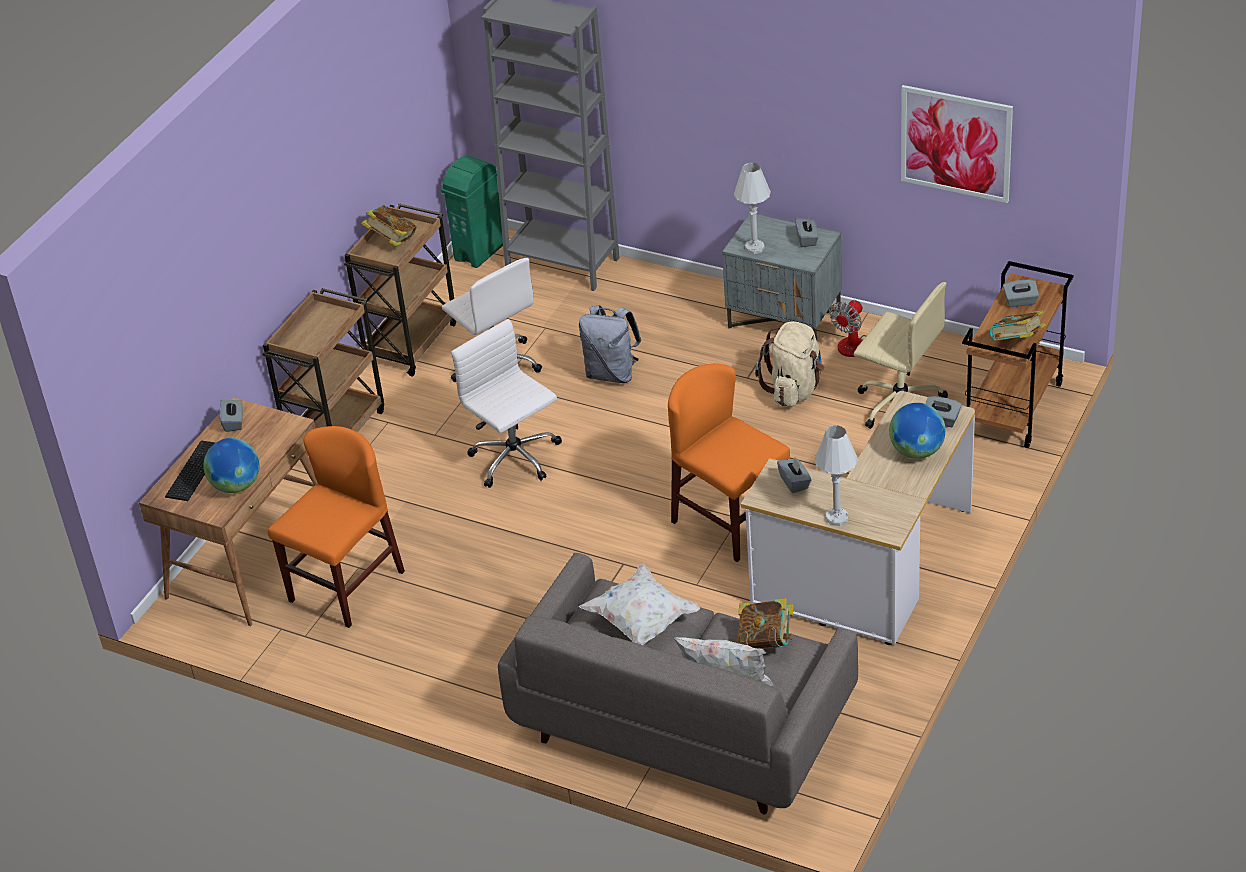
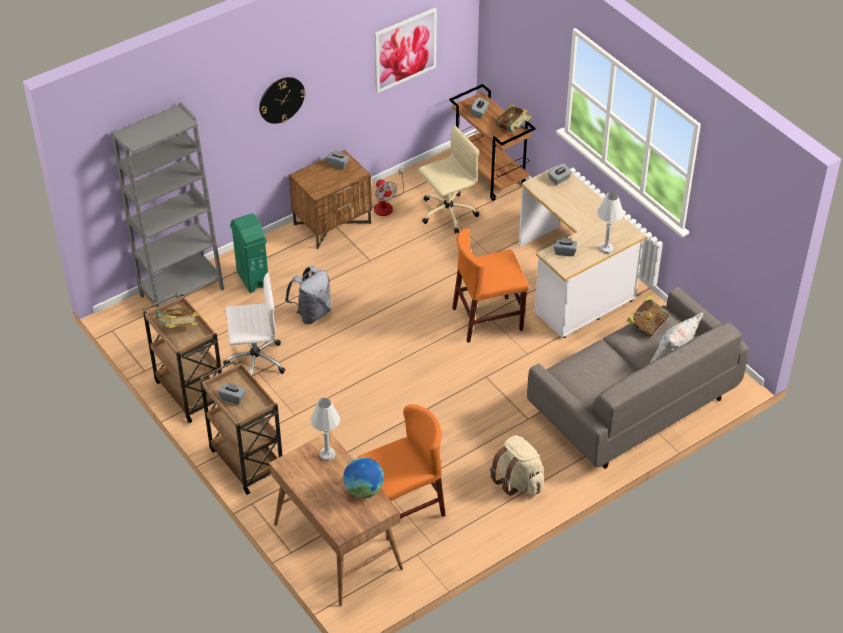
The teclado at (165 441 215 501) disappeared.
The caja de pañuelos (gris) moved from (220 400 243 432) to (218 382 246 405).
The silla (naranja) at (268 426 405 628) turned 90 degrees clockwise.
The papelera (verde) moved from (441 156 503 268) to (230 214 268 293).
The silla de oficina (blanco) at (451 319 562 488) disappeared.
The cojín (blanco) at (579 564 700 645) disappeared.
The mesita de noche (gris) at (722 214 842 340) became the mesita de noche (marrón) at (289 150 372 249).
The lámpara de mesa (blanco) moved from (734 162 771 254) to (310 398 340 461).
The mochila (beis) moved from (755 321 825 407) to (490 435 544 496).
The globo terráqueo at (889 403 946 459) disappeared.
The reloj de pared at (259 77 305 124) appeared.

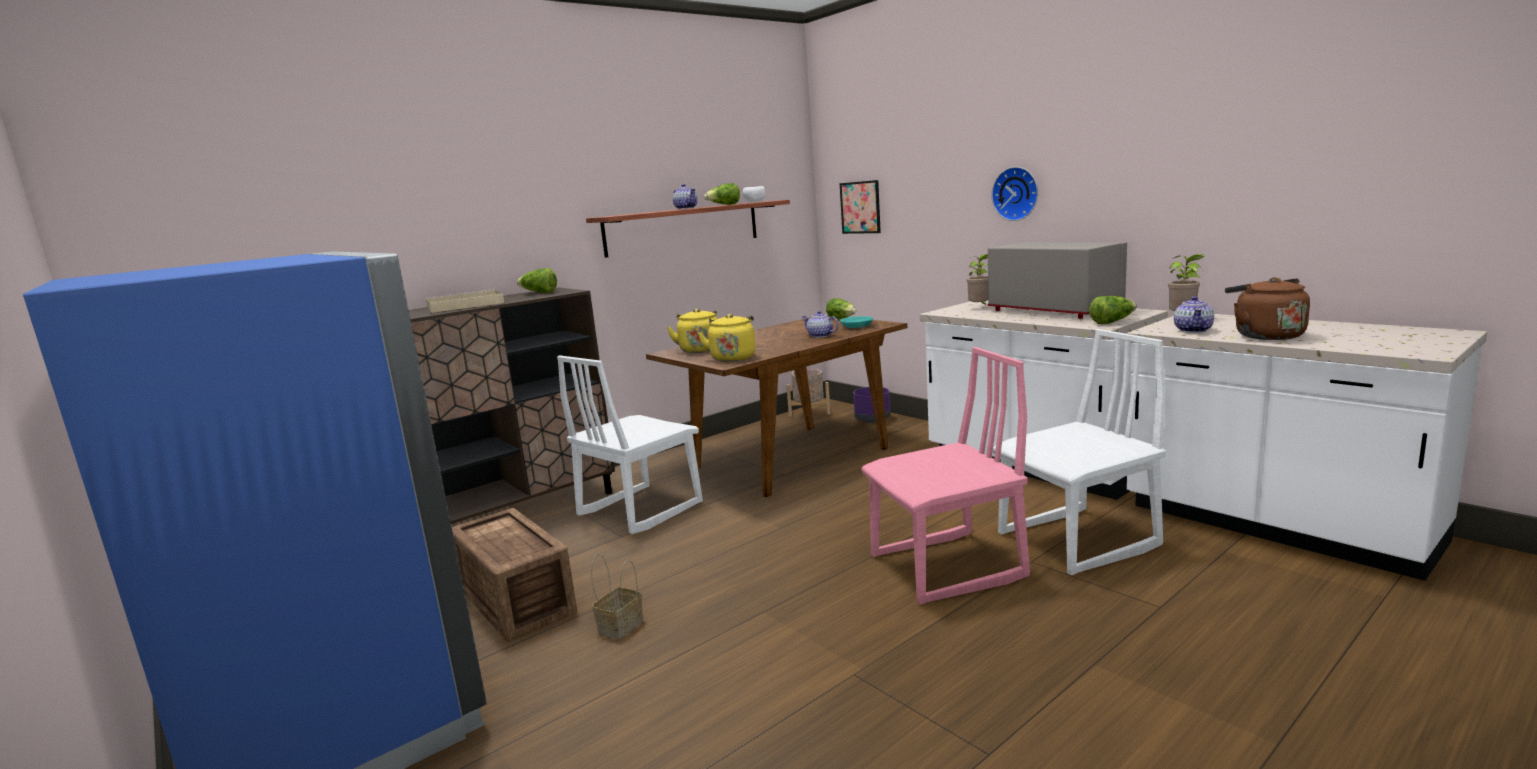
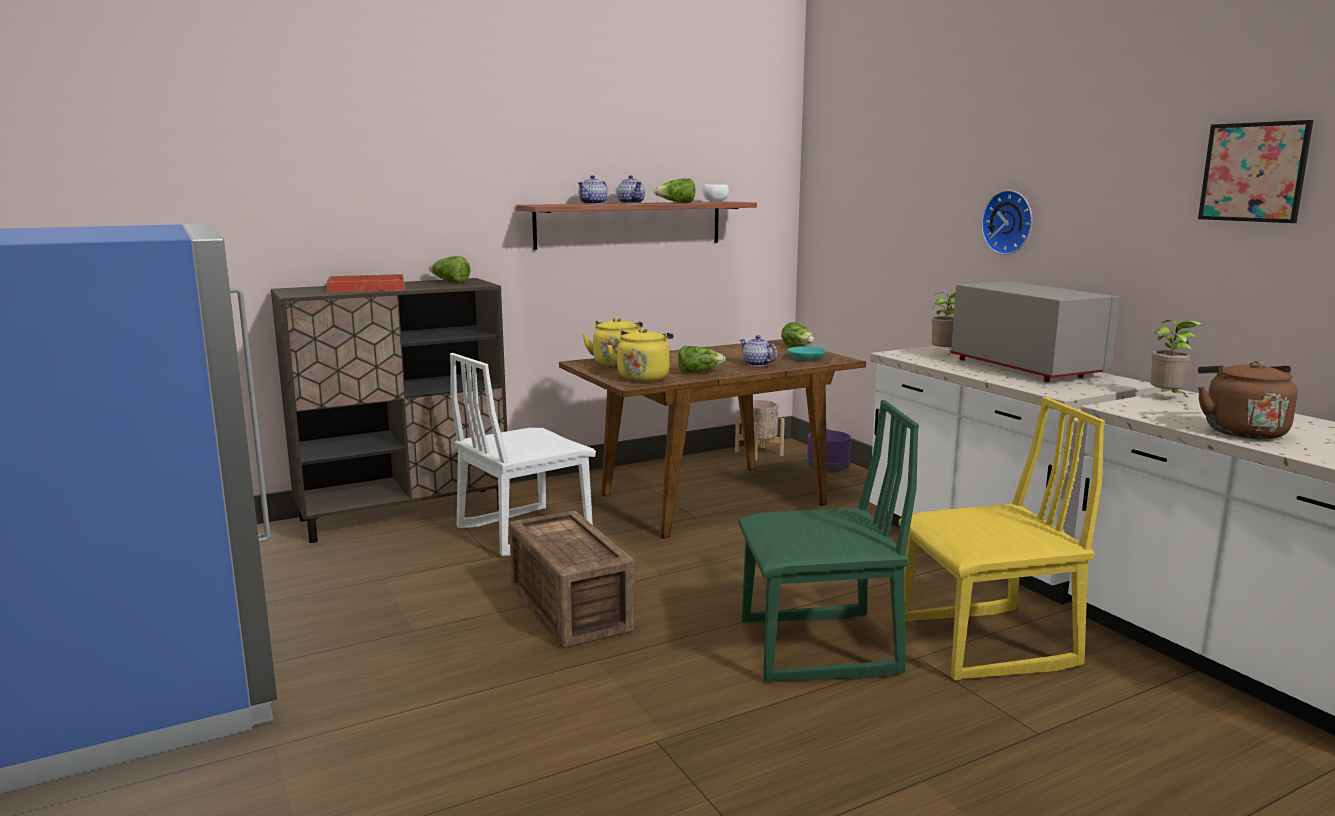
The bandeja (beis) at (426 289 504 313) became the bandeja (rojo) at (327 274 405 293).
The caja de embalaje moved from (452 508 577 642) to (509 511 634 648).
The cesta at (591 553 643 639) disappeared.
The cuadro moved from (840 180 881 234) to (1198 120 1313 223).
The silla (rosa) at (861 347 1030 605) became the silla (verde) at (738 400 919 682).
The silla (blanco) at (993 329 1166 575) became the silla (amarillo) at (898 397 1105 681).
The lechuga moved from (1089 296 1137 324) to (678 346 726 373).
The tetera moved from (1174 296 1214 333) to (578 175 608 204).

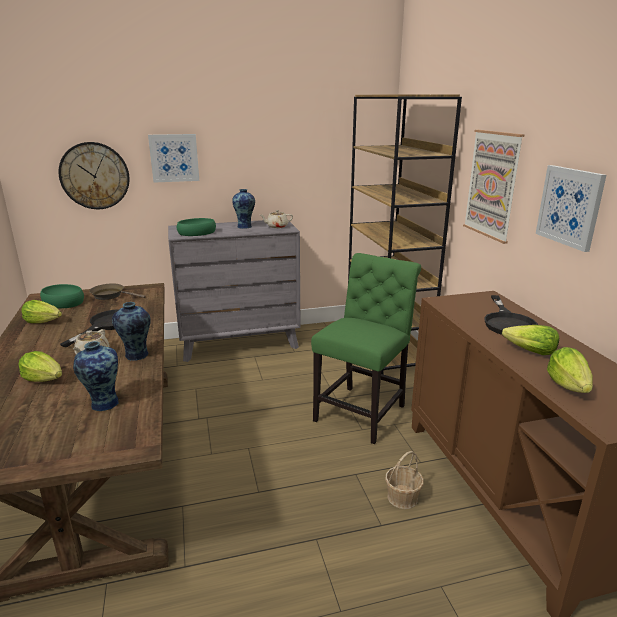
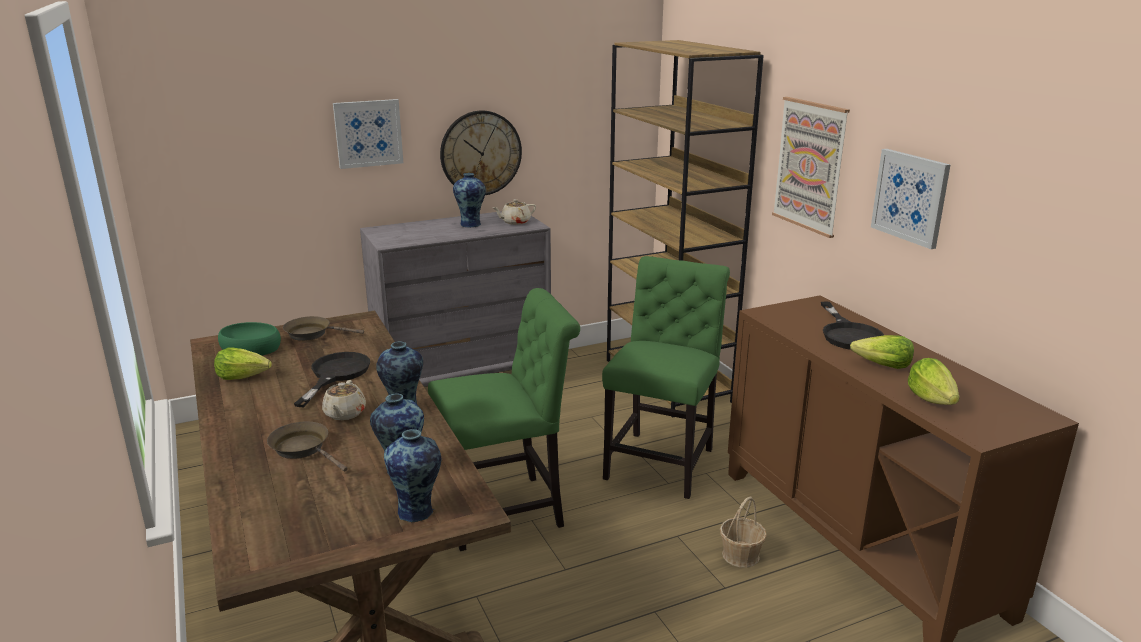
The lechuga at (18 351 62 382) was replaced by the sartén (marrón) at (267 422 348 472).
The reloj de pared moved from (58 142 129 209) to (440 111 522 195).
The cuenco (verde) at (177 218 216 236) disappeared.
The florero at (384 429 441 522) appeared.
The silla (verde) at (428 288 580 551) appeared.

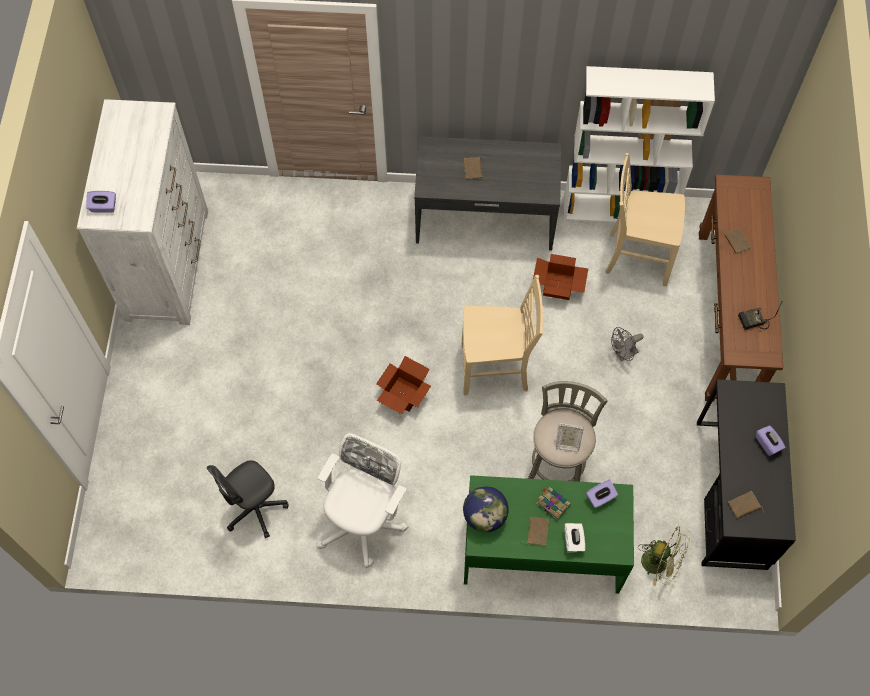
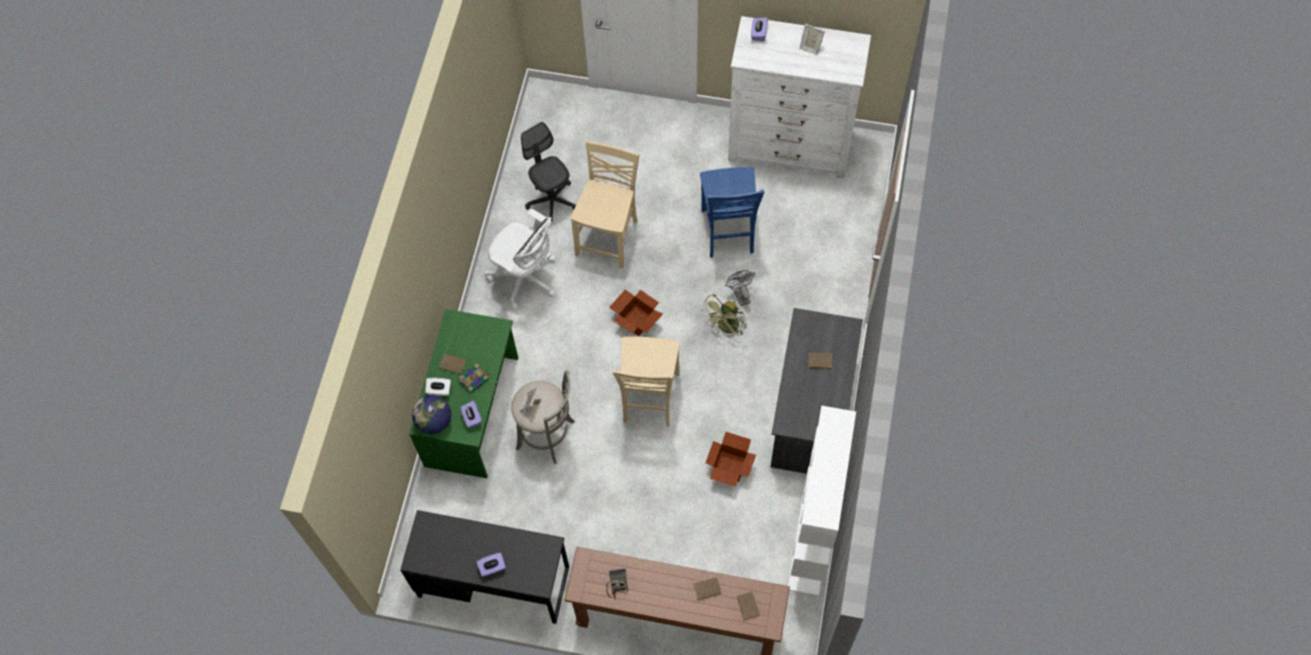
The globo terráqueo moved from (463 486 509 532) to (412 395 451 434).
The silla (beis) moved from (605 153 685 286) to (570 140 639 268).
The ventilador (gris) moved from (611 327 643 361) to (725 270 755 306).
The ventilador (verde) moved from (638 526 690 586) to (701 294 747 338).
The libro (marrón) moved from (728 491 764 518) to (736 591 760 621).
The silla (azul) at (700 167 764 258) appeared.
The portarretratos at (800 24 825 55) appeared.

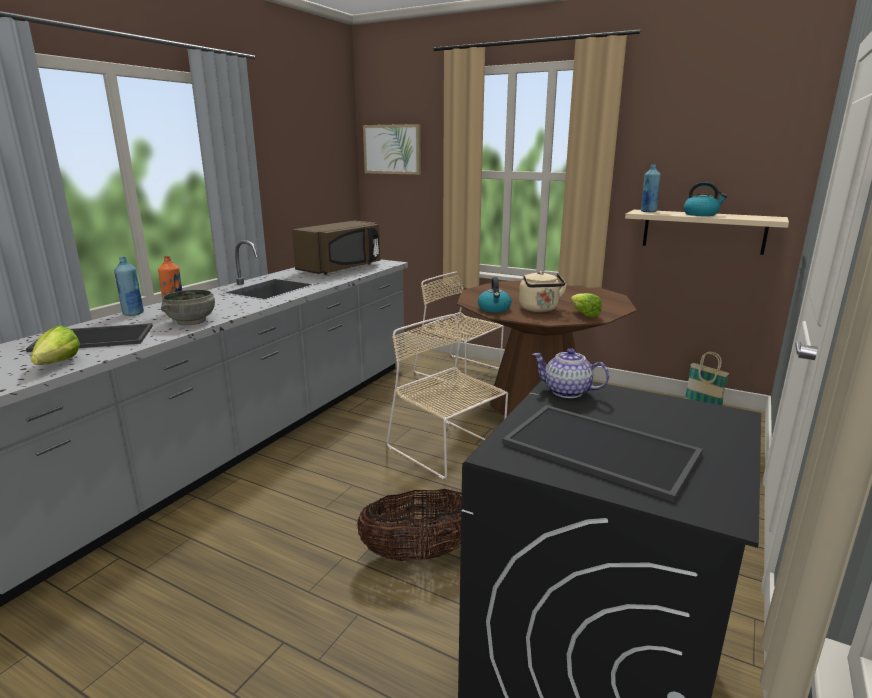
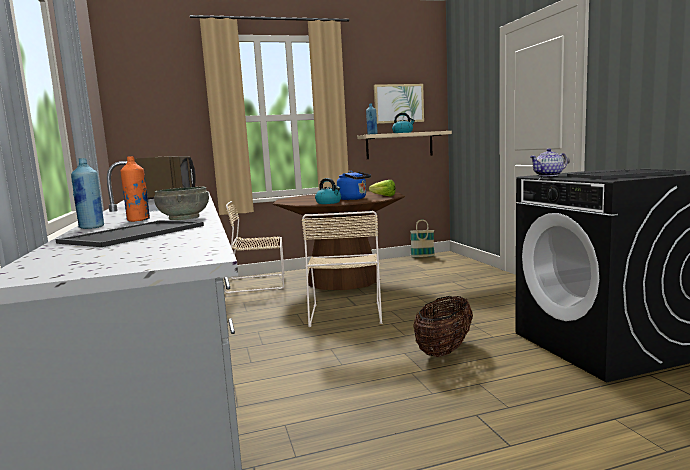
The lechuga at (31 326 80 365) disappeared.
The cuadro moved from (363 124 421 175) to (374 84 424 124).
The silla (beis) at (386 314 508 479) turned 90 degrees counterclockwise.
The hervidor (beis) at (519 271 567 312) became the hervidor (azul) at (337 171 371 200).

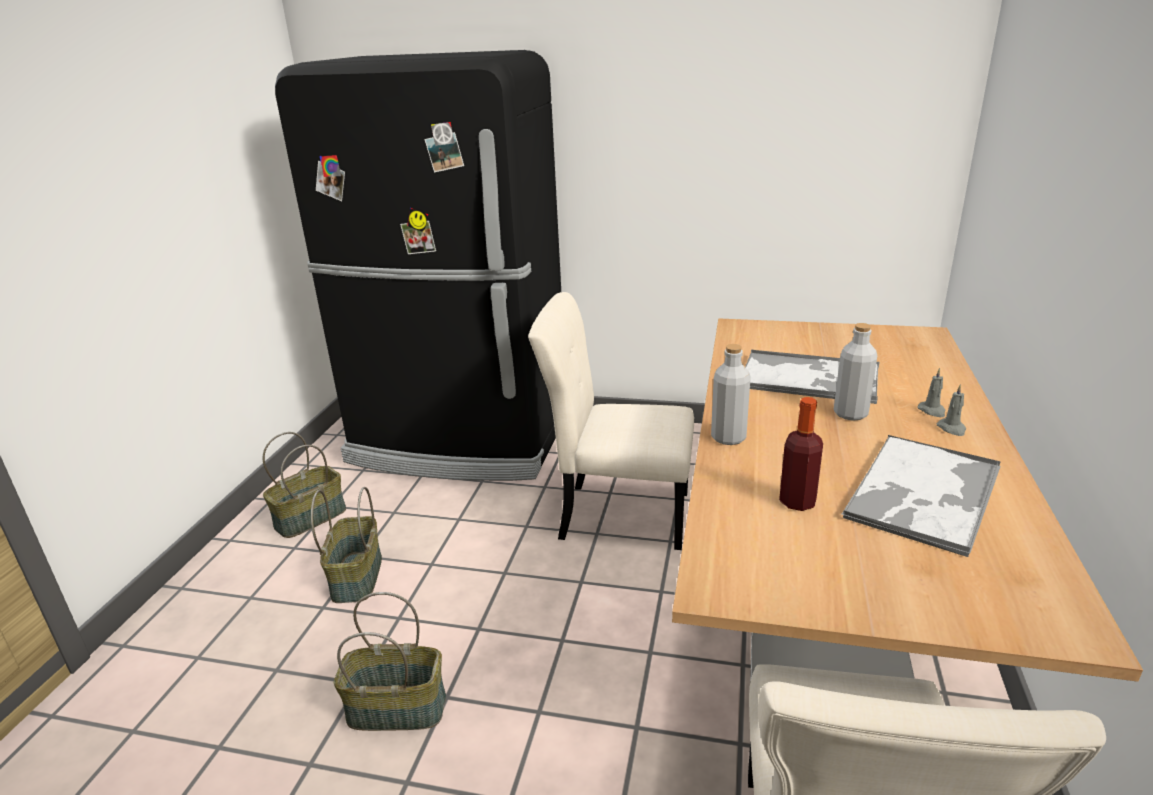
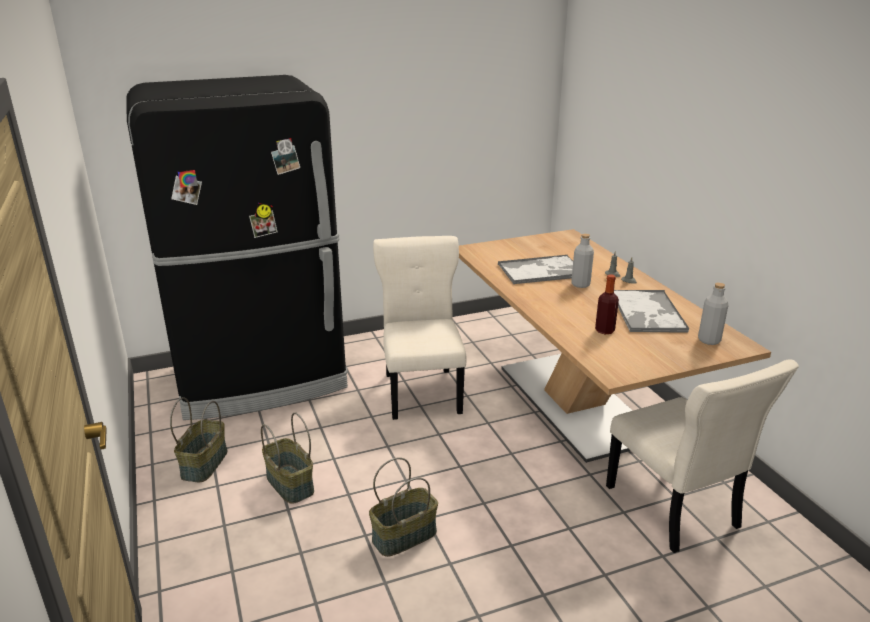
The silla (beis) at (528 292 694 550) turned 105 degrees clockwise.
The botella (gris) moved from (711 344 751 445) to (698 283 729 345).

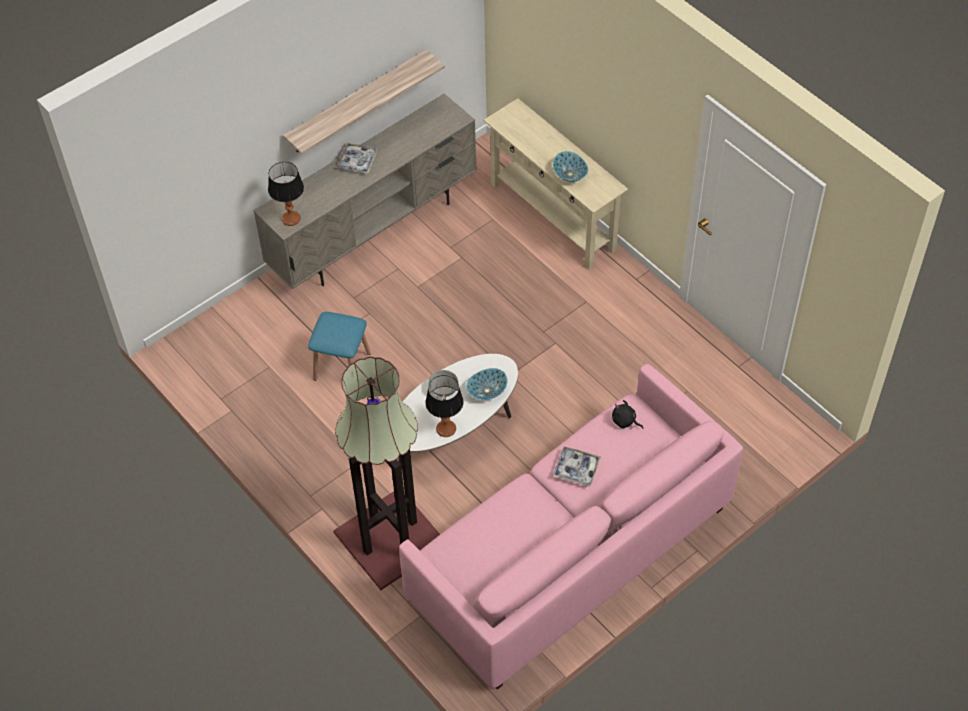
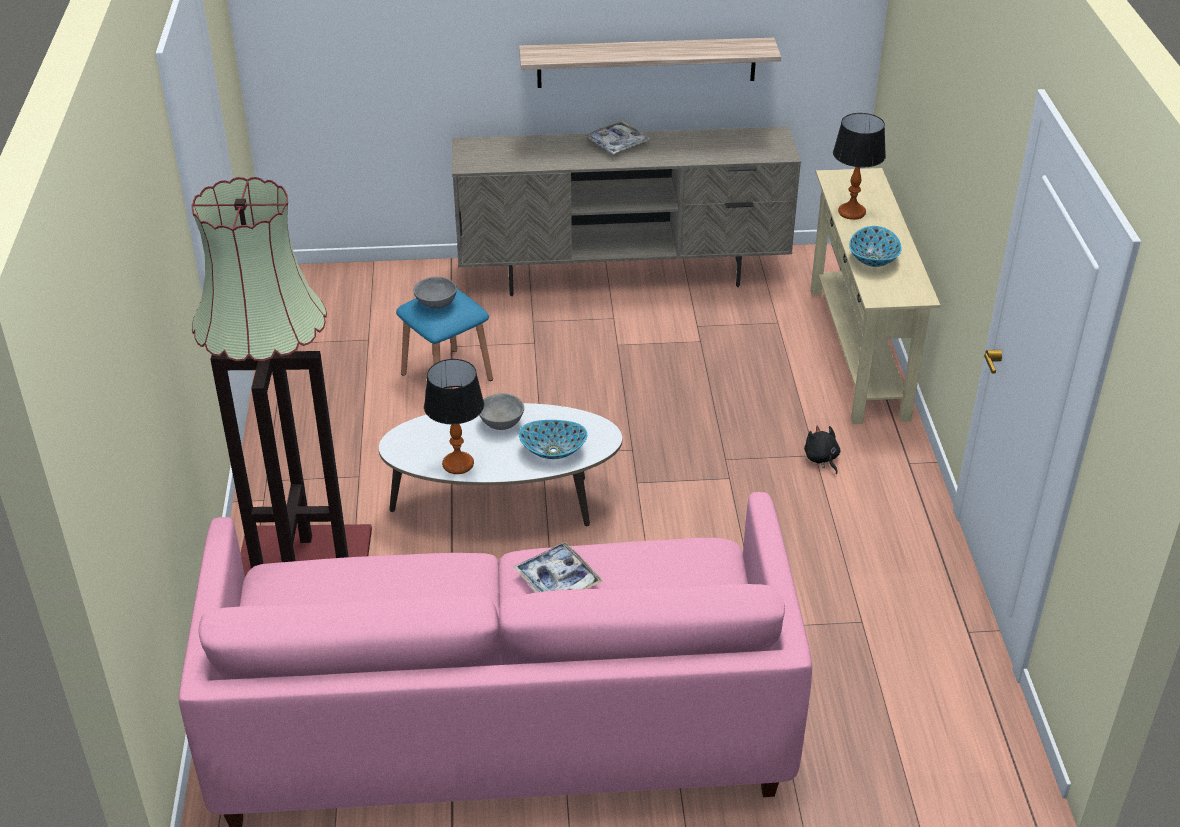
The lámpara de mesa moved from (268 162 304 226) to (833 113 886 220).
The peluche (negro) moved from (612 400 644 429) to (804 426 840 474).
The cuenco (gris) at (413 277 457 309) appeared.

